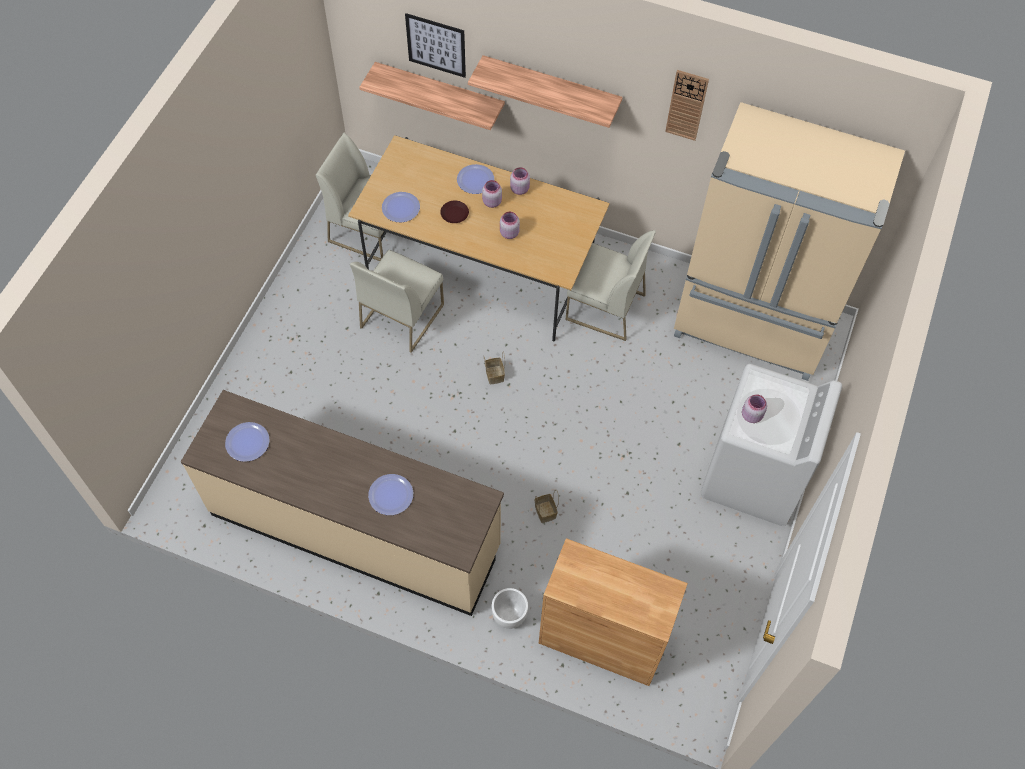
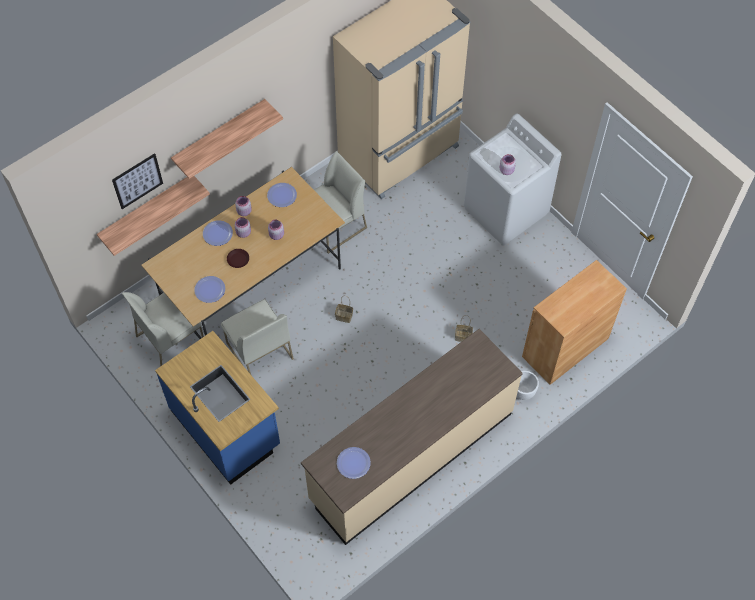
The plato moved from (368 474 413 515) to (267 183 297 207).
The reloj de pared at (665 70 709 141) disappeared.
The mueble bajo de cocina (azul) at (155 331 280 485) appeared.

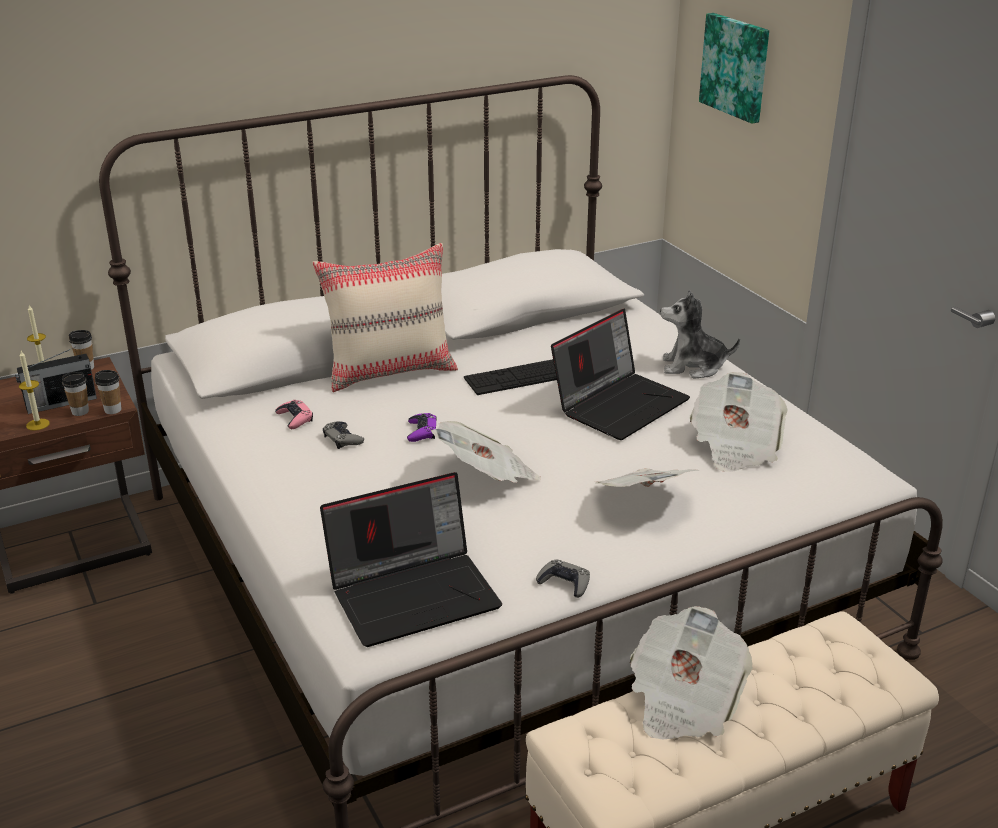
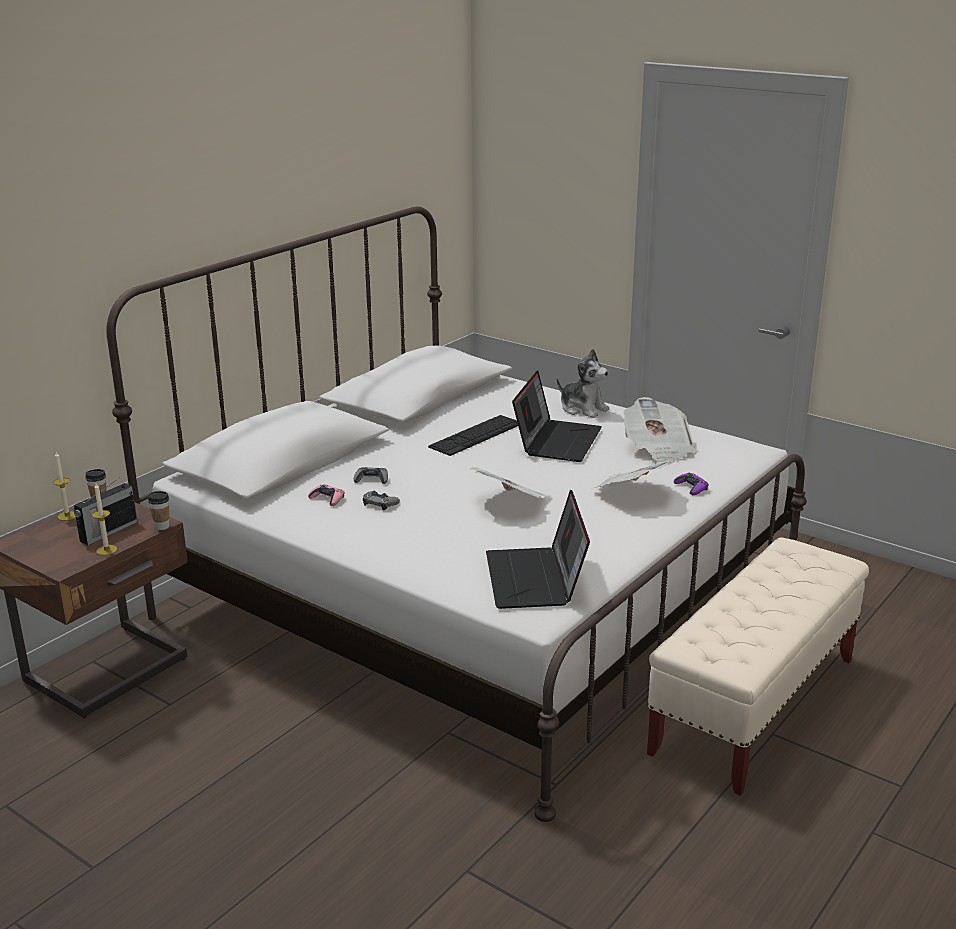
The taza at (62 372 89 416) disappeared.
The cojín (beis) at (312 243 458 392) disappeared.
The portátil at (320 472 502 647) turned 135 degrees clockwise.
The mando de consola (morado) moved from (407 413 437 442) to (674 473 709 495).
The mando de consola (gris) moved from (536 559 590 598) to (354 467 388 484).
The periódico at (630 606 753 739) disappeared.
The peluche at (660 290 740 379) turned 120 degrees counterclockwise.
The cuadro at (699 13 769 124) disappeared.

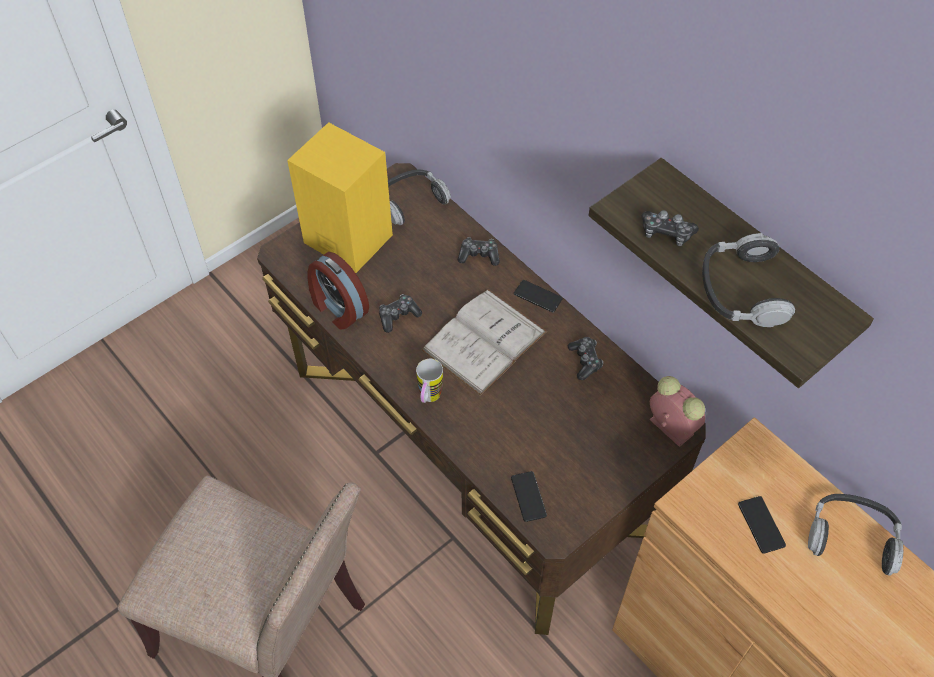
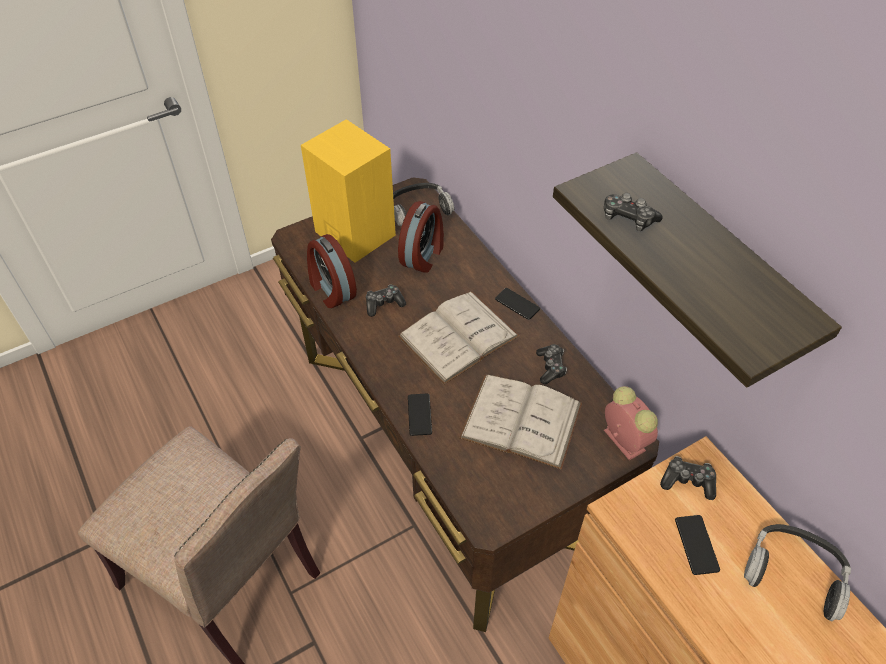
The taza grande at (416 359 443 403) disappeared.
The mando de consola moved from (458 237 499 266) to (660 456 716 500).
The móvil moved from (511 471 547 522) to (408 394 432 436).
The auriculares at (702 233 795 327) disappeared.
The despertador at (398 201 444 273) appeared.
The libro (blanco) at (459 375 582 470) appeared.

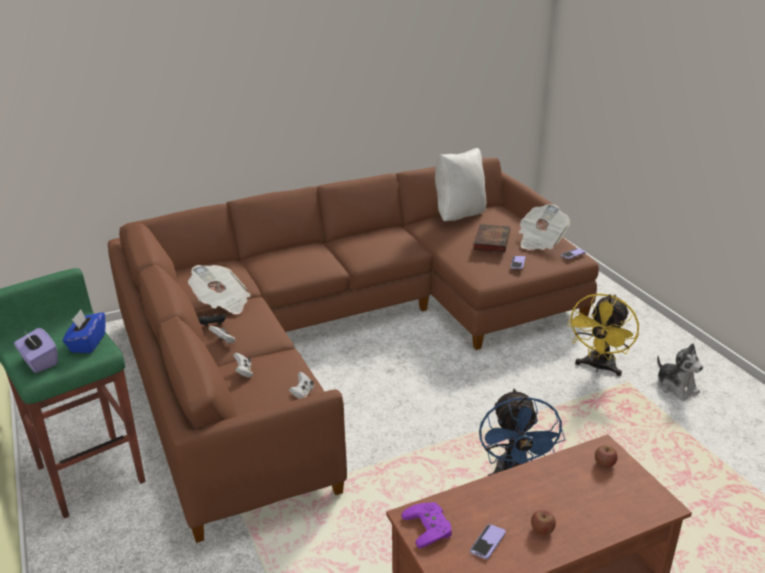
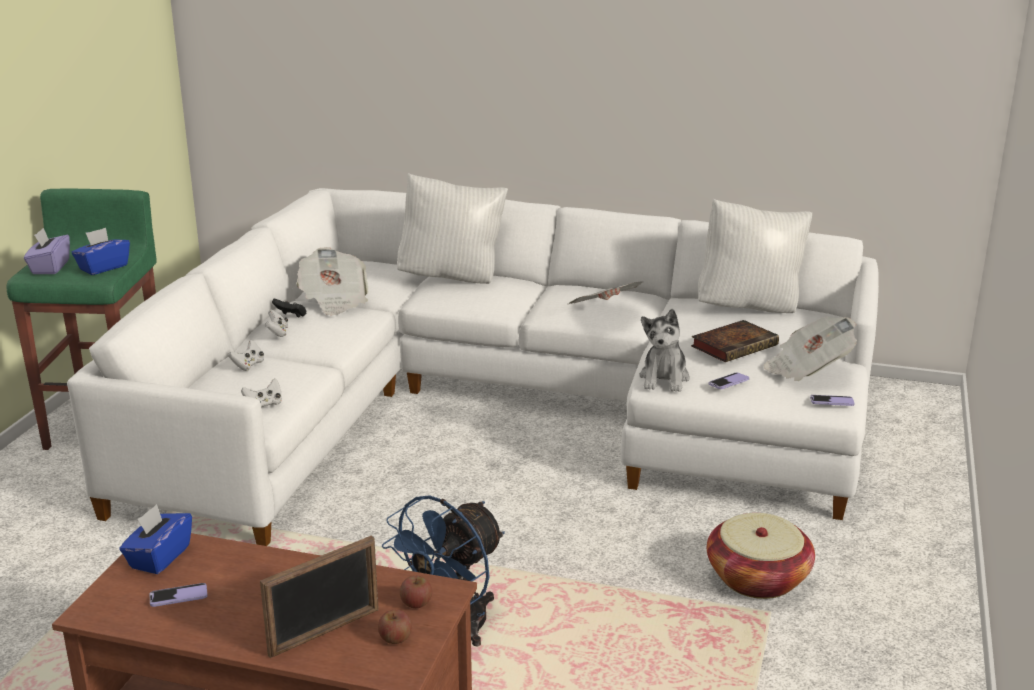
The sofá (marrón) at (108 158 599 543) became the sofá (blanco) at (67 188 879 546).
The mando de consola (morado) at (401 502 452 548) was replaced by the caja de pañuelos (azul) at (119 504 192 574).
The manzana moved from (531 509 556 535) to (378 610 412 644).
The ventilador (amarillo) at (567 293 639 376) was replaced by the cesta at (707 513 815 599).
The peluche moved from (657 344 703 401) to (639 309 690 392).
The portarretratos at (260 535 379 658) appeared.
The cojín (blanco) at (397 173 508 284) appeared.
The periódico at (569 282 643 304) appeared.

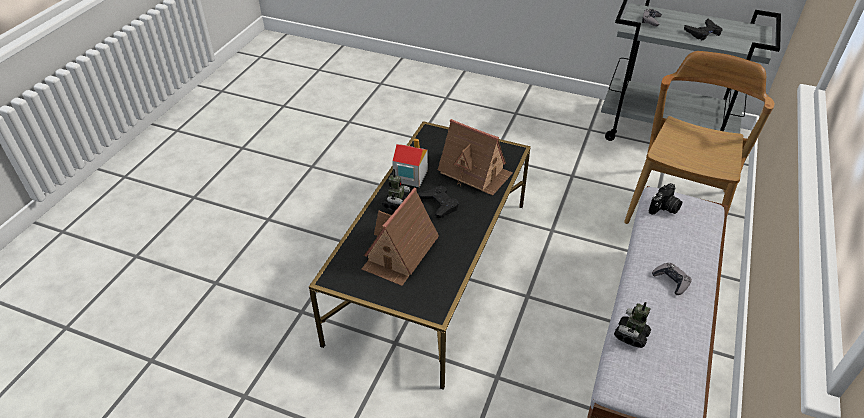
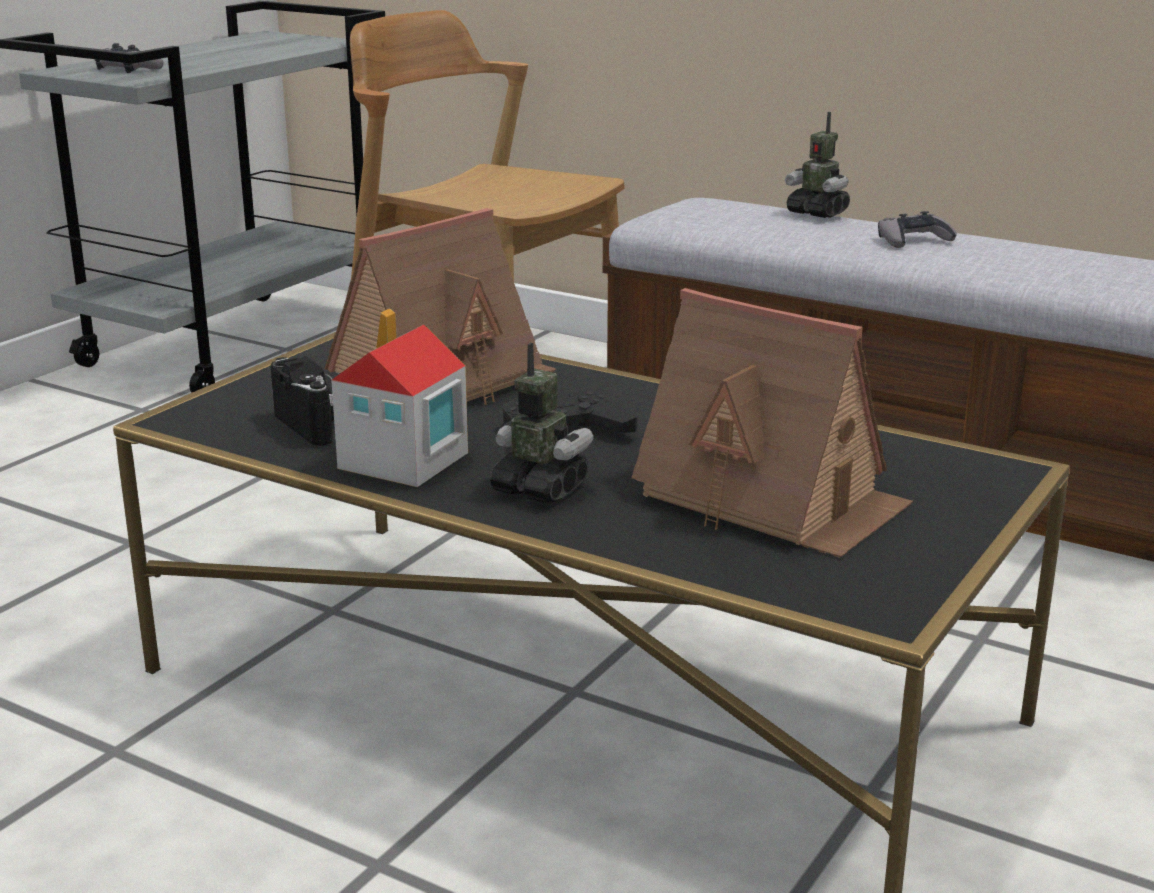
The robot de juguete moved from (614 302 651 348) to (785 112 850 218).
The cámara moved from (649 183 682 215) to (270 356 340 446).
The mando de consola (negro) at (684 19 723 40) disappeared.

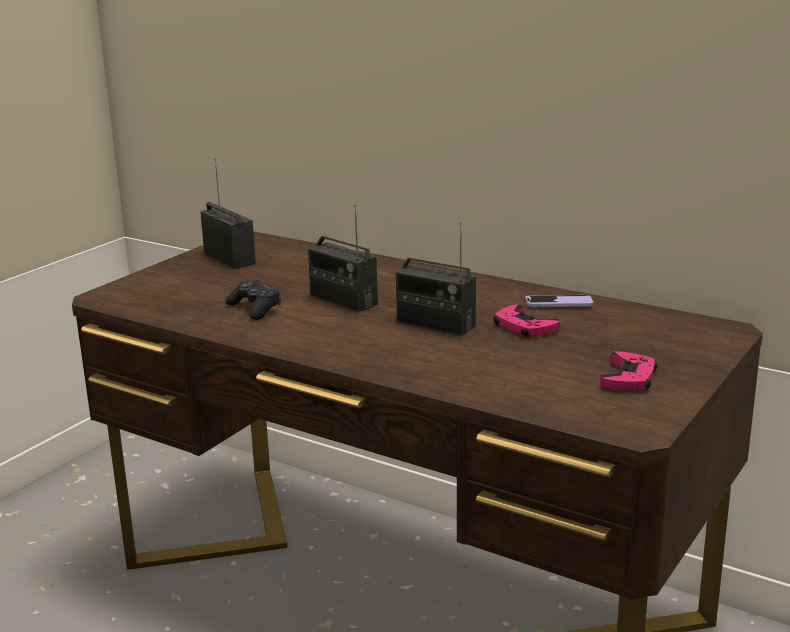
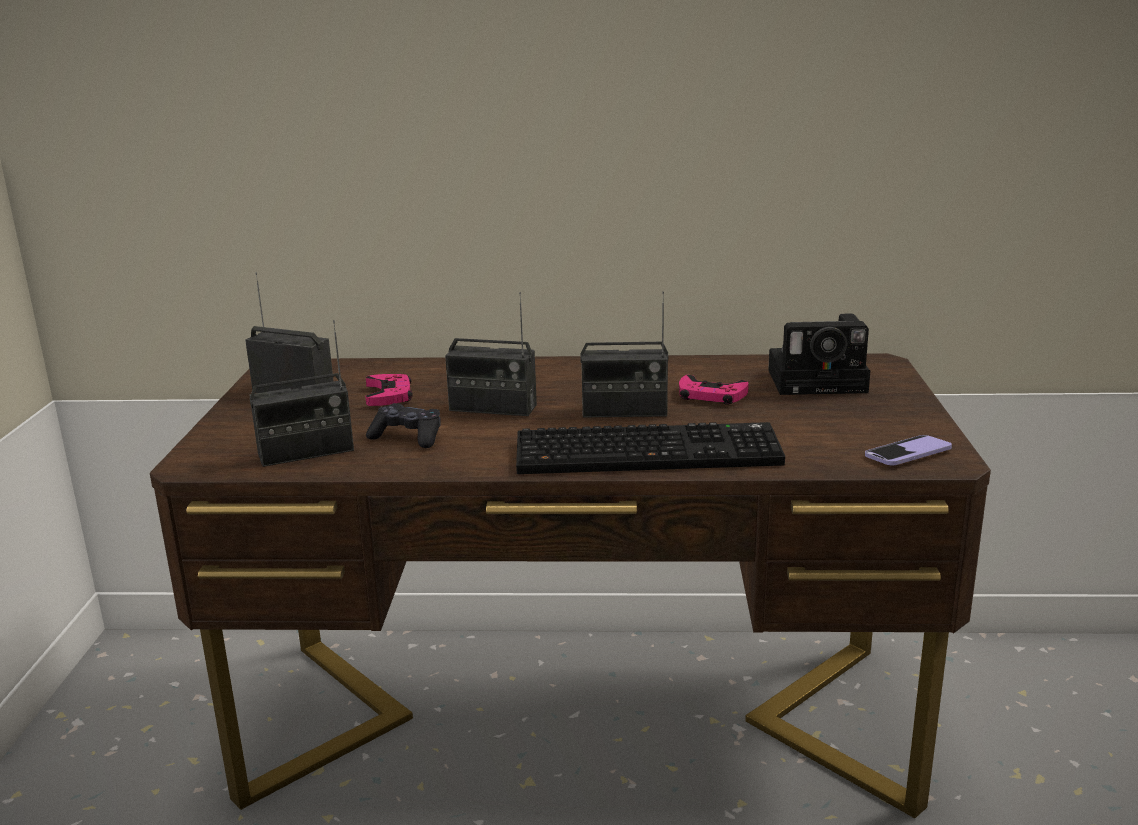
The móvil moved from (526 295 594 307) to (865 435 952 465).
The mando de consola (rosa) moved from (600 351 658 391) to (365 374 413 406).
The radio at (250 320 354 467) appeared.
The teclado at (516 422 785 474) appeared.
The cámara at (768 314 870 395) appeared.

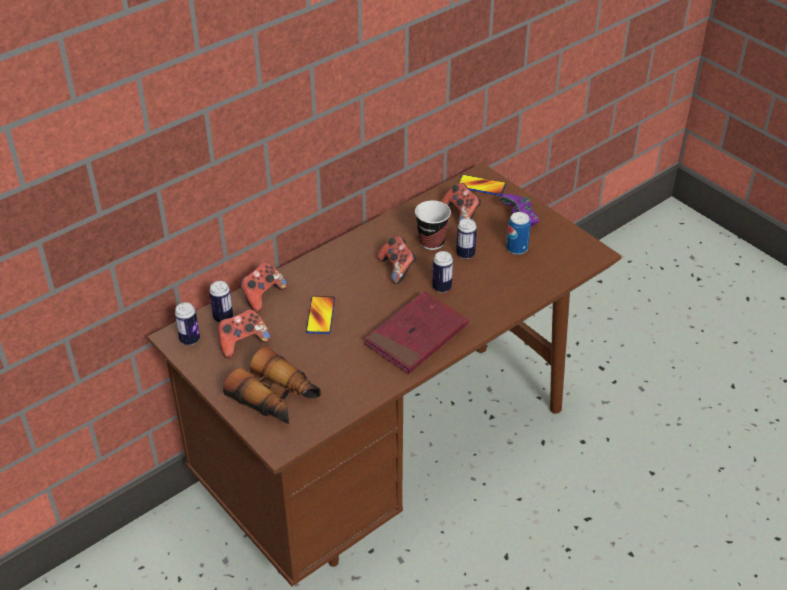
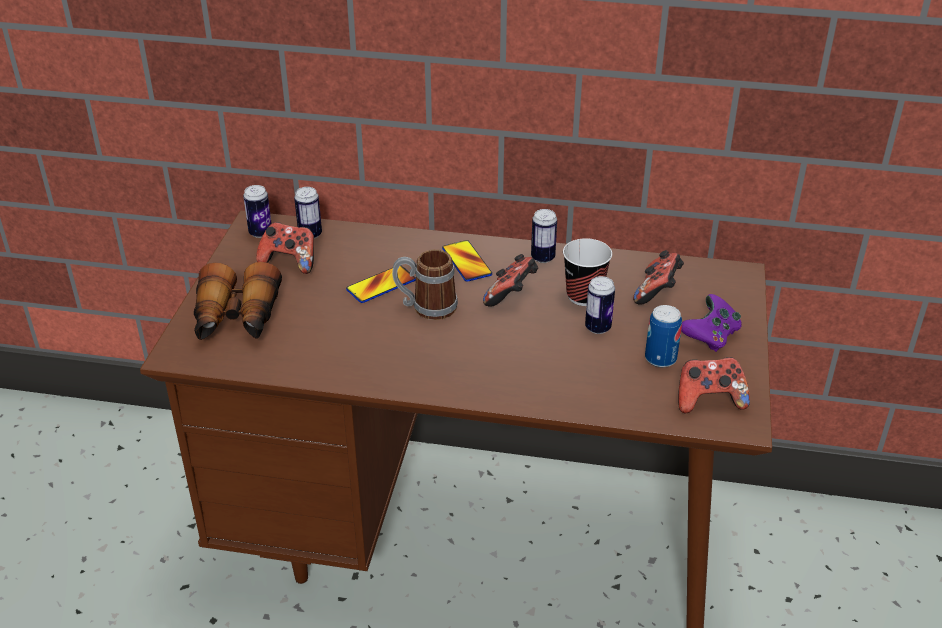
The mando de consola moved from (240 262 287 312) to (678 357 750 413).
The libro (rojo) at (365 291 468 374) disappeared.
The lata moved from (432 251 453 293) to (531 209 557 263).
The móvil moved from (458 175 506 196) to (442 240 492 282).
The taza grande at (392 249 458 320) appeared.

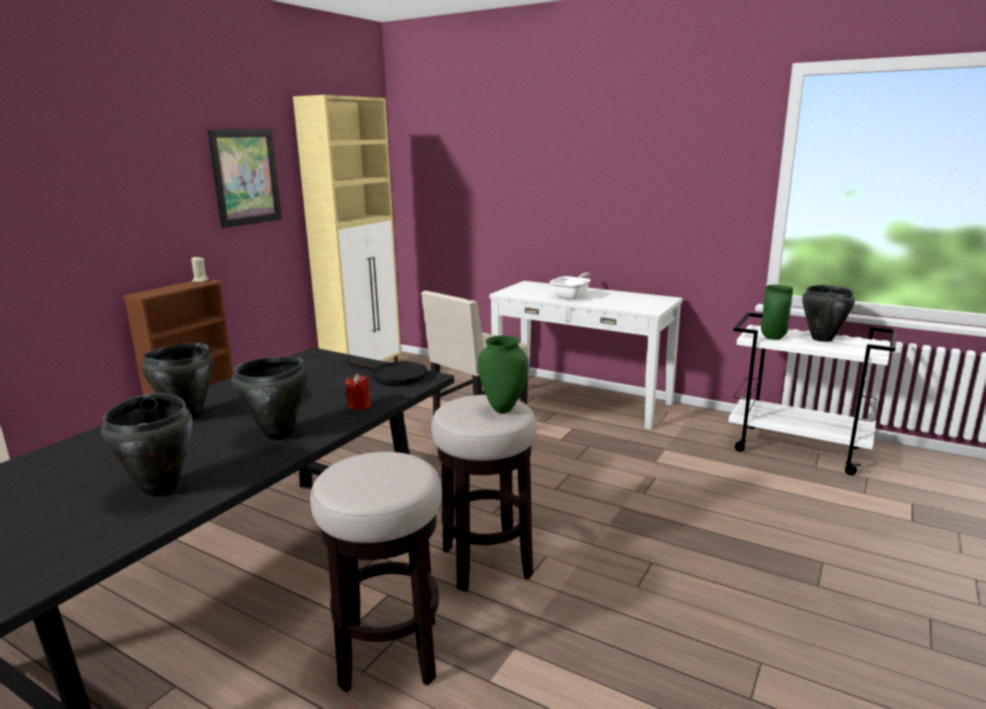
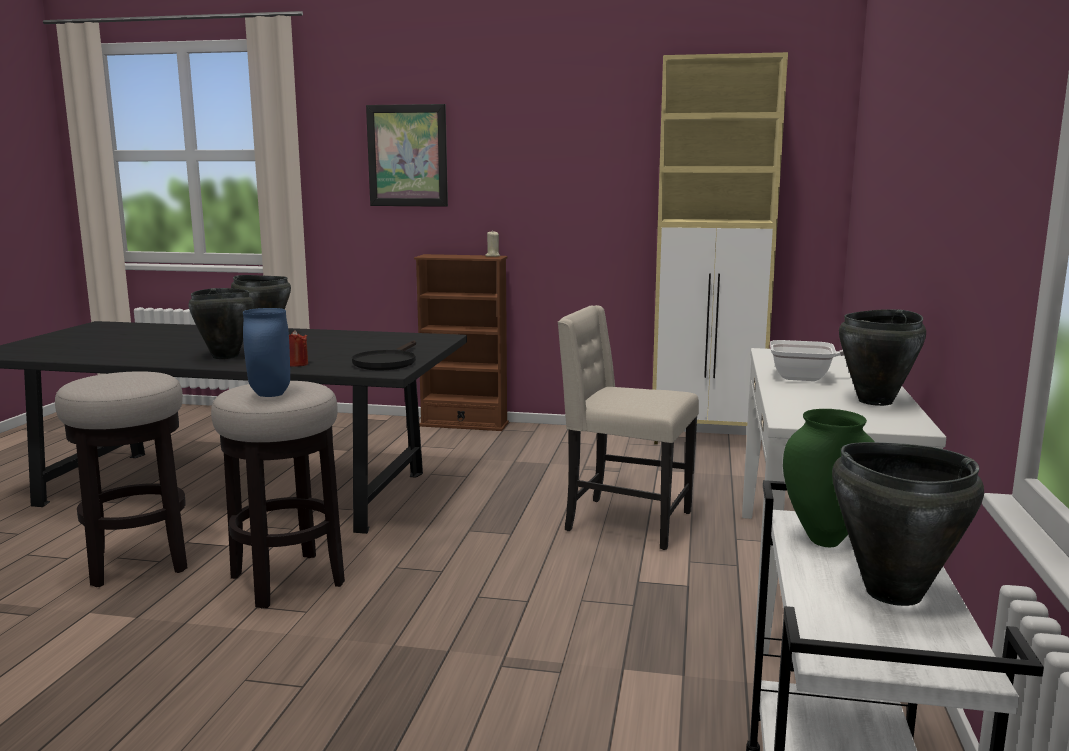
The olla (negro) moved from (101 393 193 497) to (839 309 926 406).
The cuadro moved from (207 129 282 228) to (366 104 448 207).
The florero (verde) at (478 336 529 414) became the florero (azul) at (243 308 290 397).

